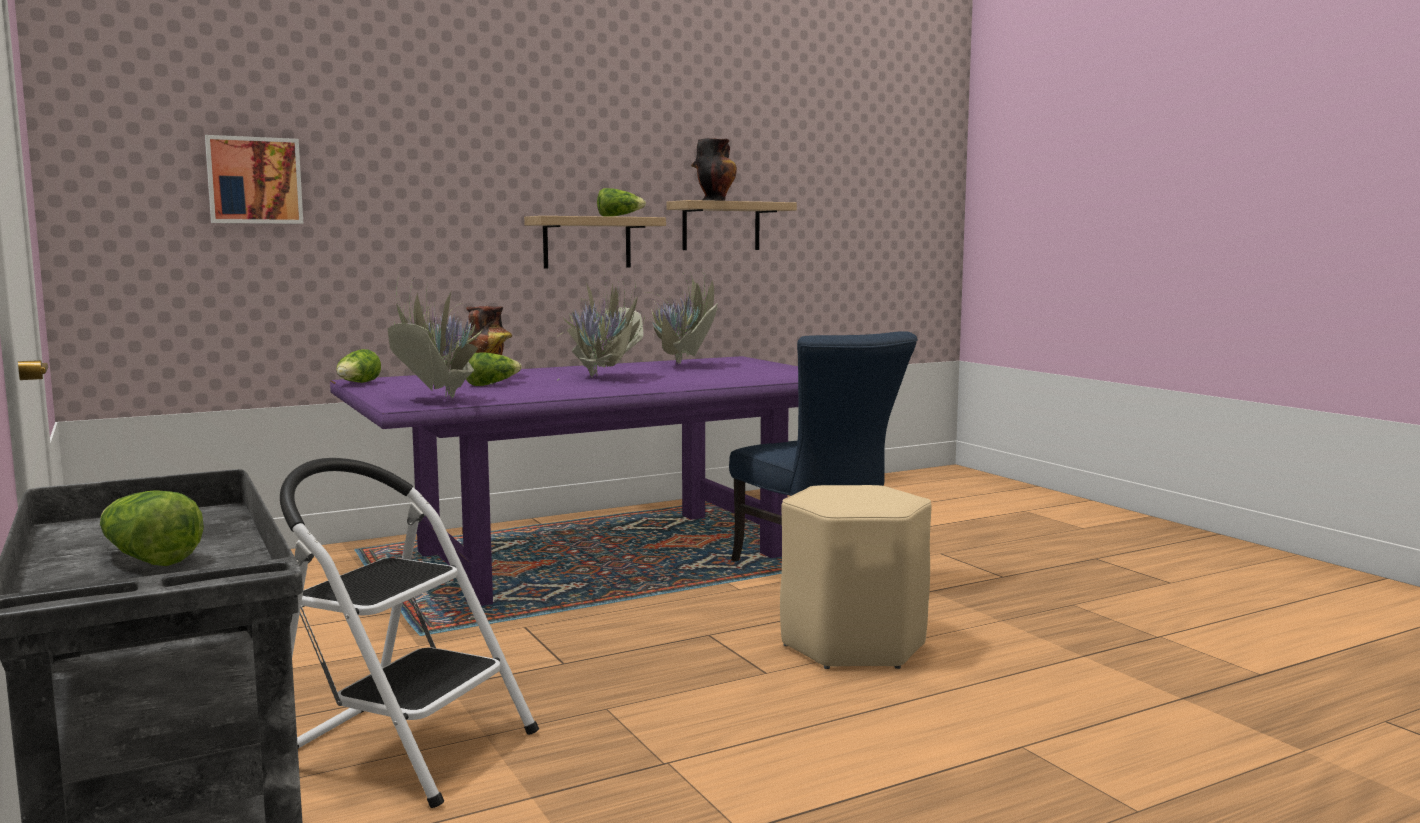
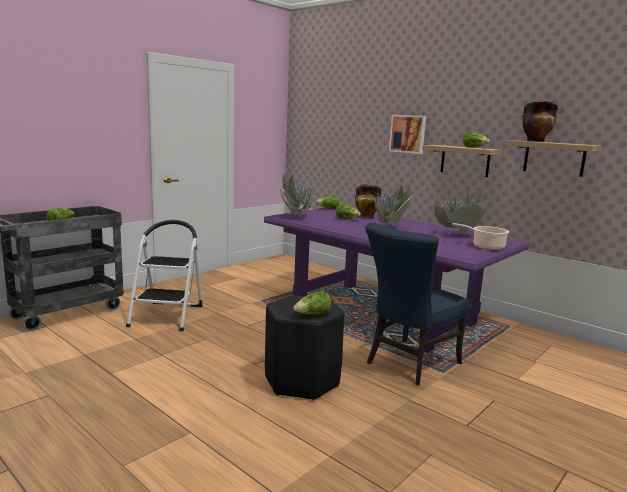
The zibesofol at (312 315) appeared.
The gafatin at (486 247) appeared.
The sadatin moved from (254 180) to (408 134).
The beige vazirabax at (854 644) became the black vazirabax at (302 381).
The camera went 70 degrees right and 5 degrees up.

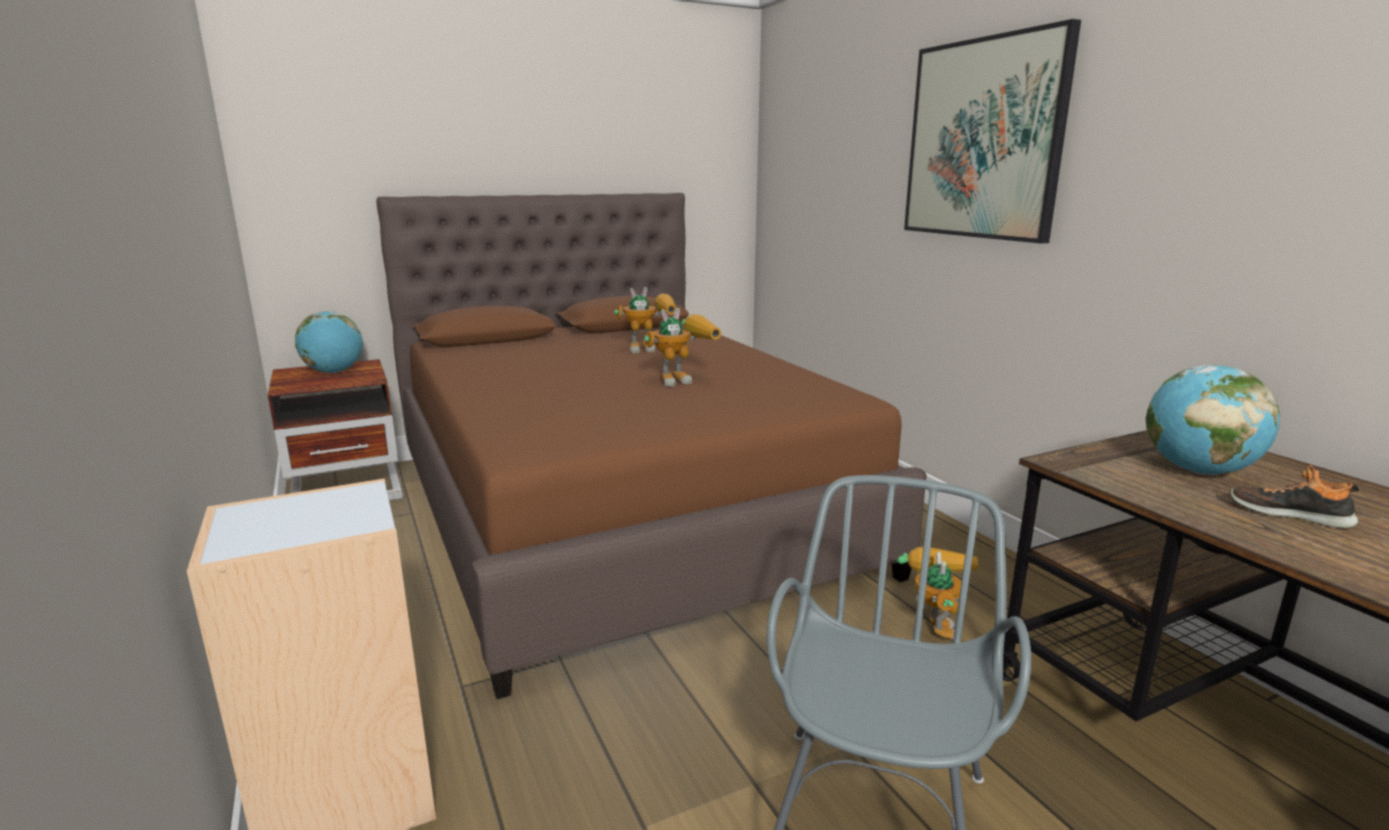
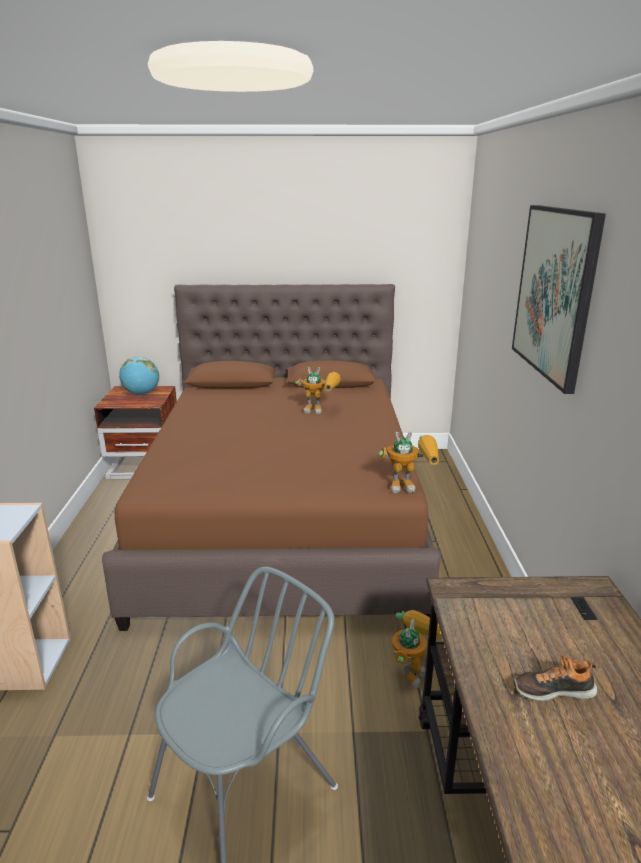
The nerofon at (1198 471) disappeared.
The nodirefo moved from (683 379) to (411 486).
The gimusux at (1289 514) turned 60 degrees counterclockwise.
The camera went 25 degrees right and 5 degrees up.

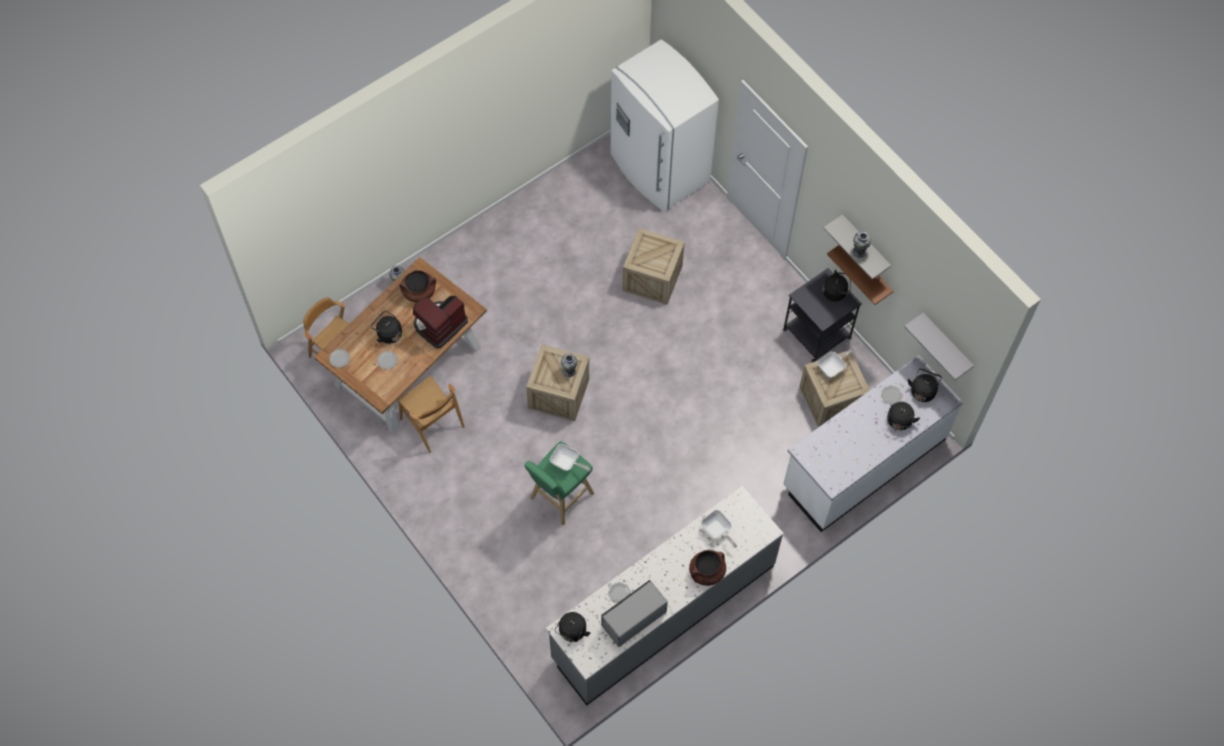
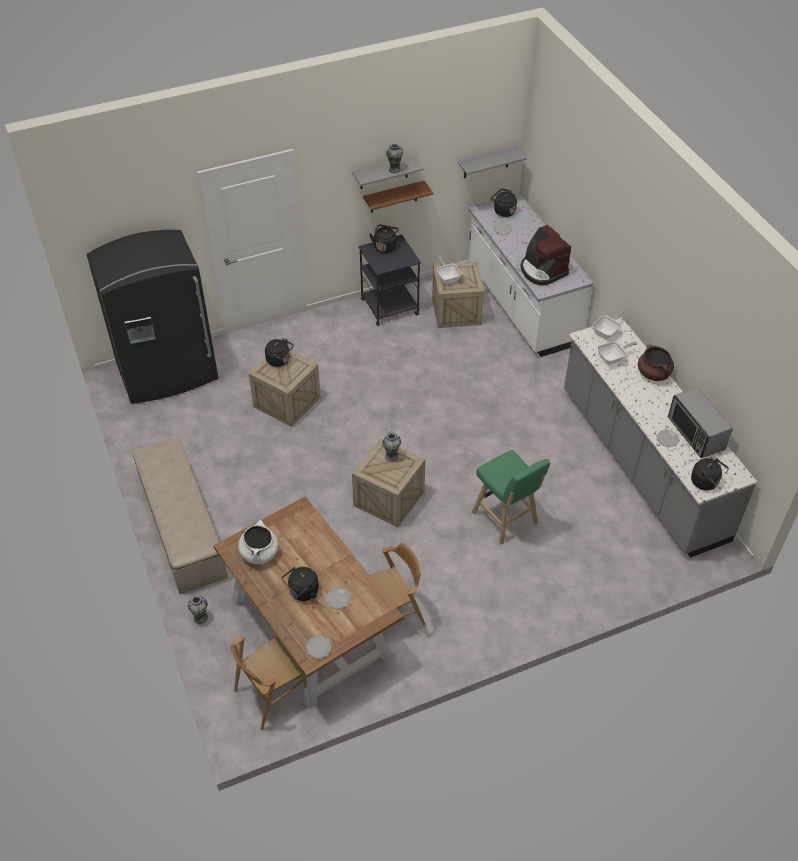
The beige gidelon at (181 526) appeared.
The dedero moved from (439 325) to (542 270).
The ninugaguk moved from (567 463) to (607 332).
The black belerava moved from (899 422) to (279 360).
The brown gafatin at (419 292) became the white gafatin at (259 553).
The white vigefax at (658 169) became the black vigefax at (168 374).
The camera went 75 degrees left and 15 degrees down.

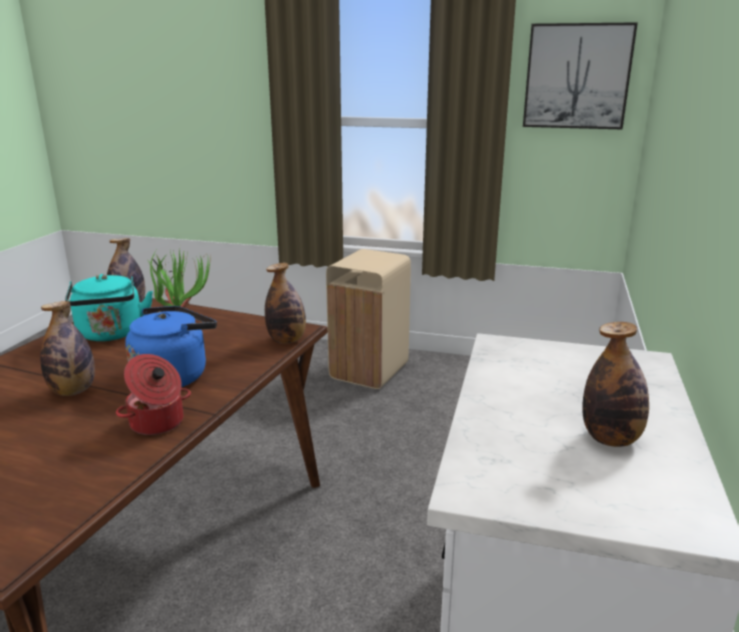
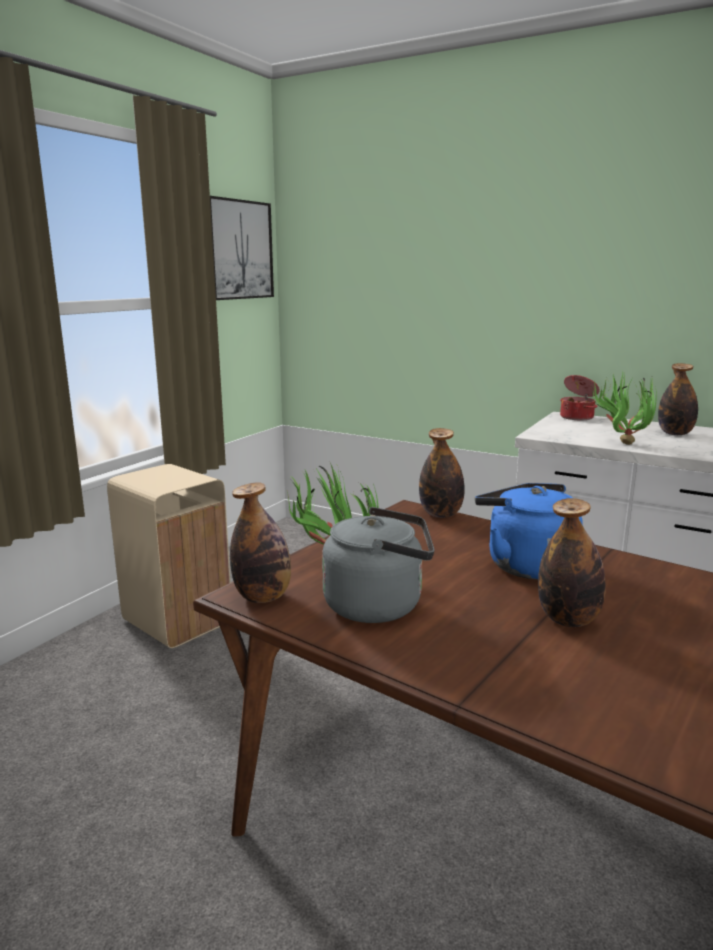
The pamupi at (621 442) appeared.
The gafatin moved from (157 423) to (577 417).
The turquoise belerava at (111 334) became the grey belerava at (379 605).
The camera went 75 degrees left and 5 degrees down.

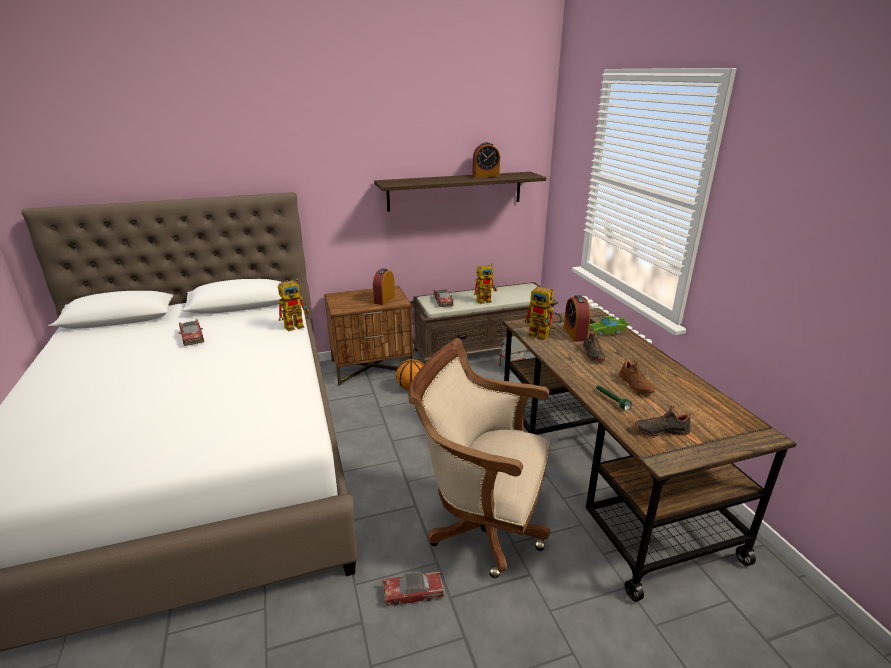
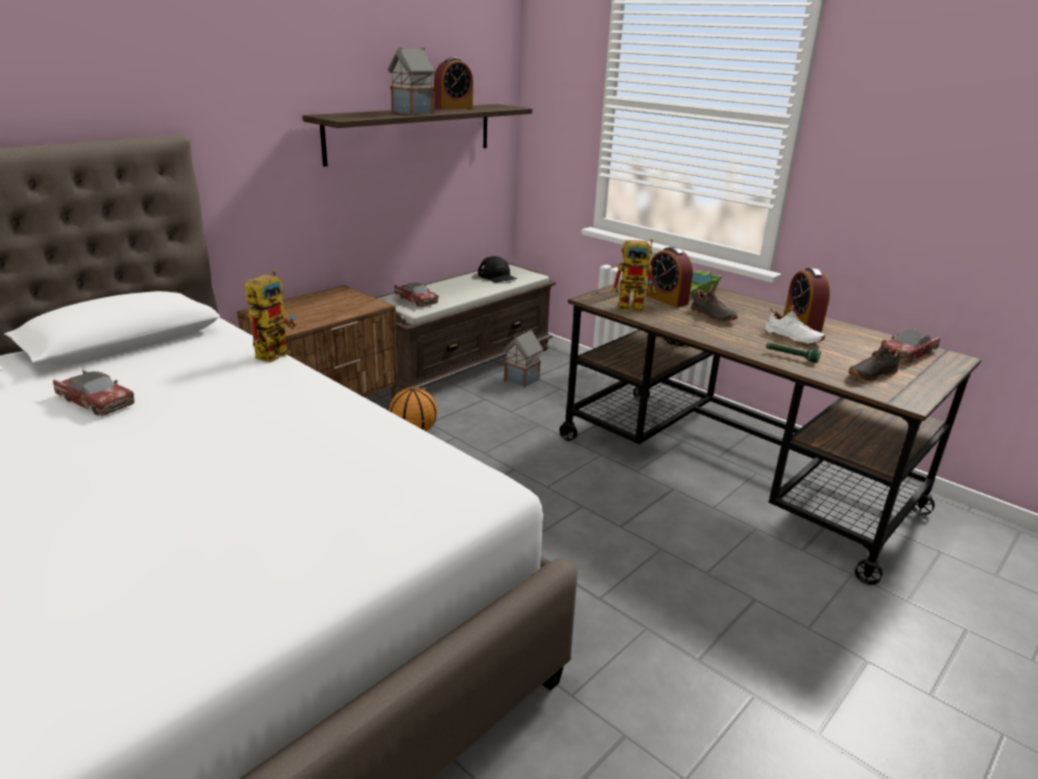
The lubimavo at (480 529) disappeared.
The nodirefo at (486 300) disappeared.
The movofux at (412 112) appeared.
The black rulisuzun at (497 276) appeared.
The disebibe moved from (384 299) to (802 324).
The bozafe moved from (413 593) to (907 353).
The brown gimusux at (634 385) became the white gimusux at (792 338).
The camera went 30 degrees left and 0 degrees up.

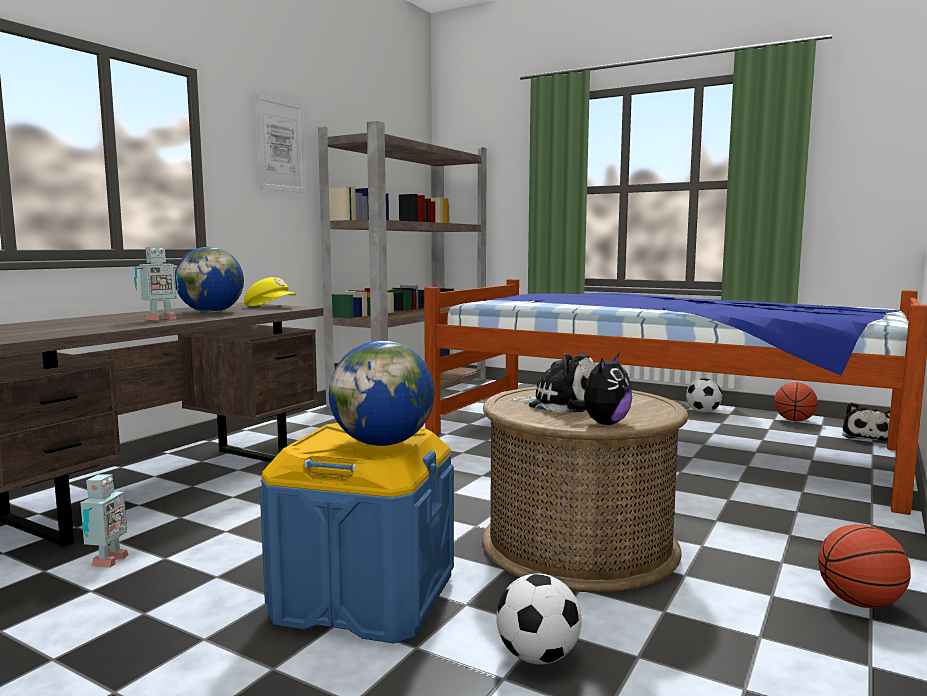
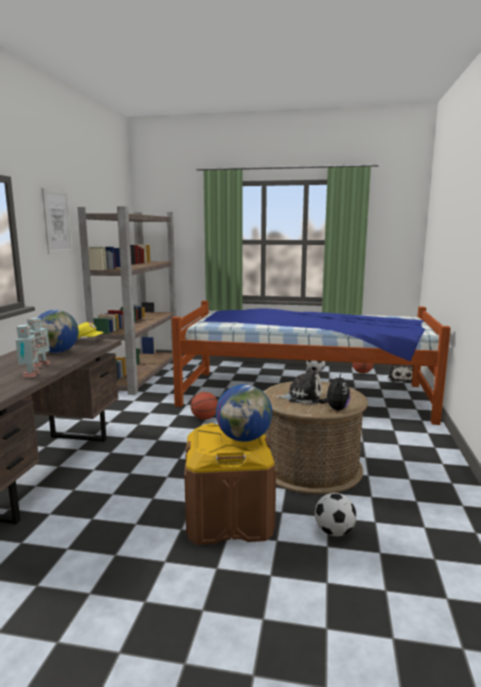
The nodirefo moved from (107 561) to (29 375).
The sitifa moved from (859 602) to (204 418).
The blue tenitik at (365 597) became the brown tenitik at (229 518).
The camera went 20 degrees left and 5 degrees up.

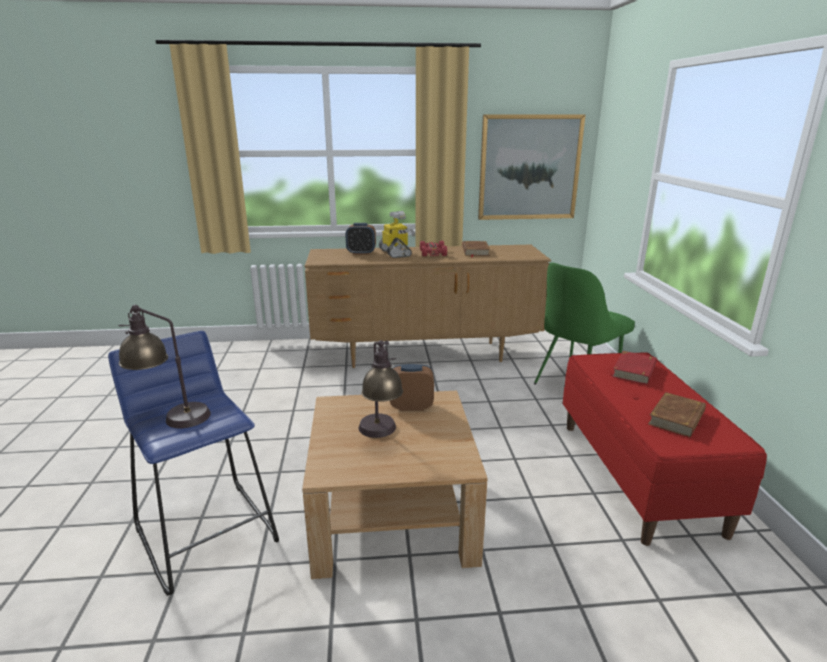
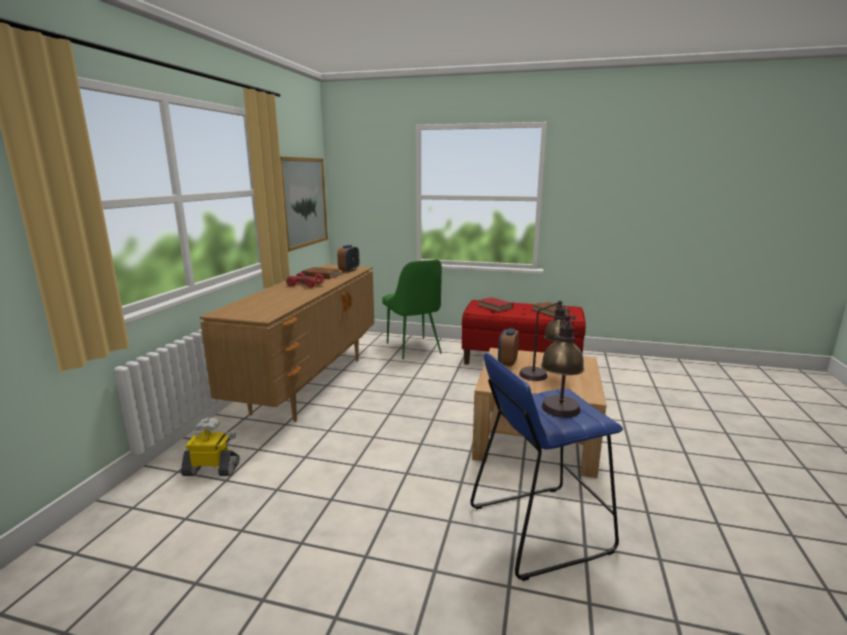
The disebibe moved from (361 253) to (349 270).
The nodirefo moved from (396 253) to (212 469).
The camera went 70 degrees left and 5 degrees down.

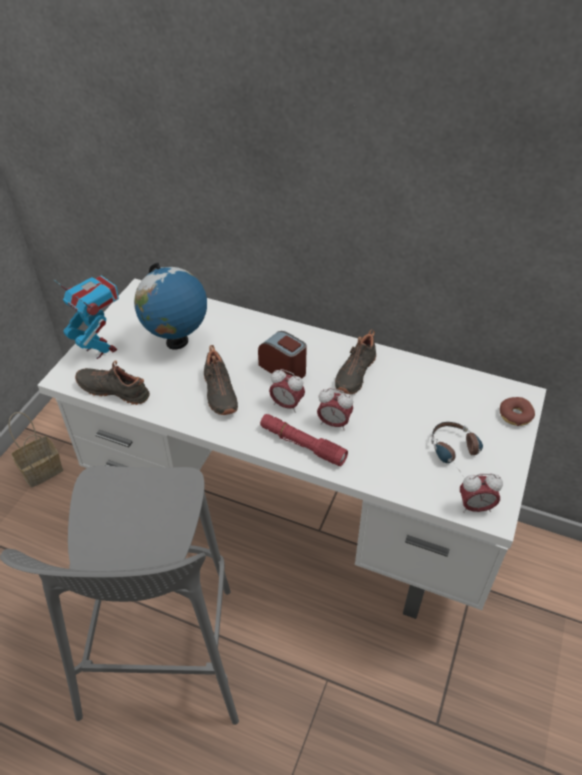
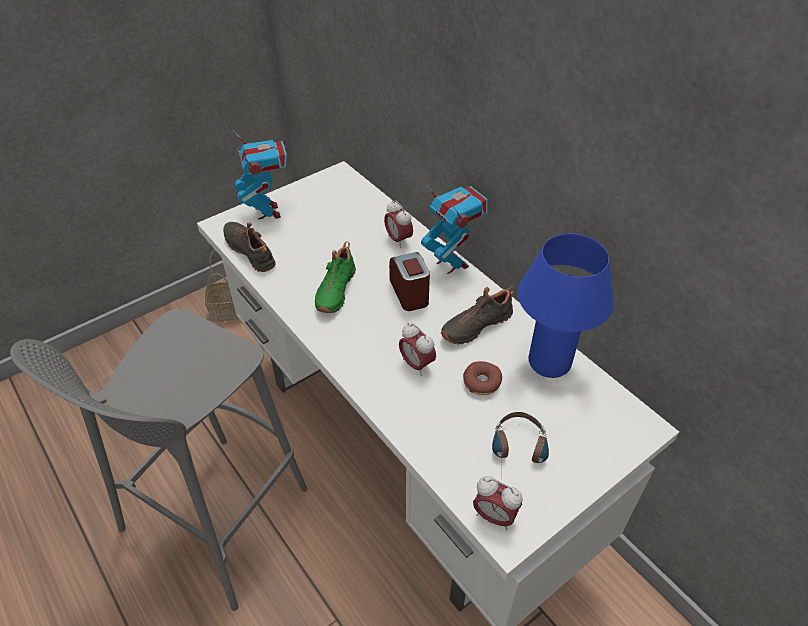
The nerofon at (177 342) disappeared.
The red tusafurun at (302 444) disappeared.
The nodirefo at (451 263) appeared.
The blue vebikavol at (549 362) appeared.
The disebibe moved from (286 405) to (398 240).
The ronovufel moved from (515 415) to (481 382).
The black gimusux at (218 392) became the green gimusux at (334 290).
The camera went 30 degrees right and 0 degrees up.

